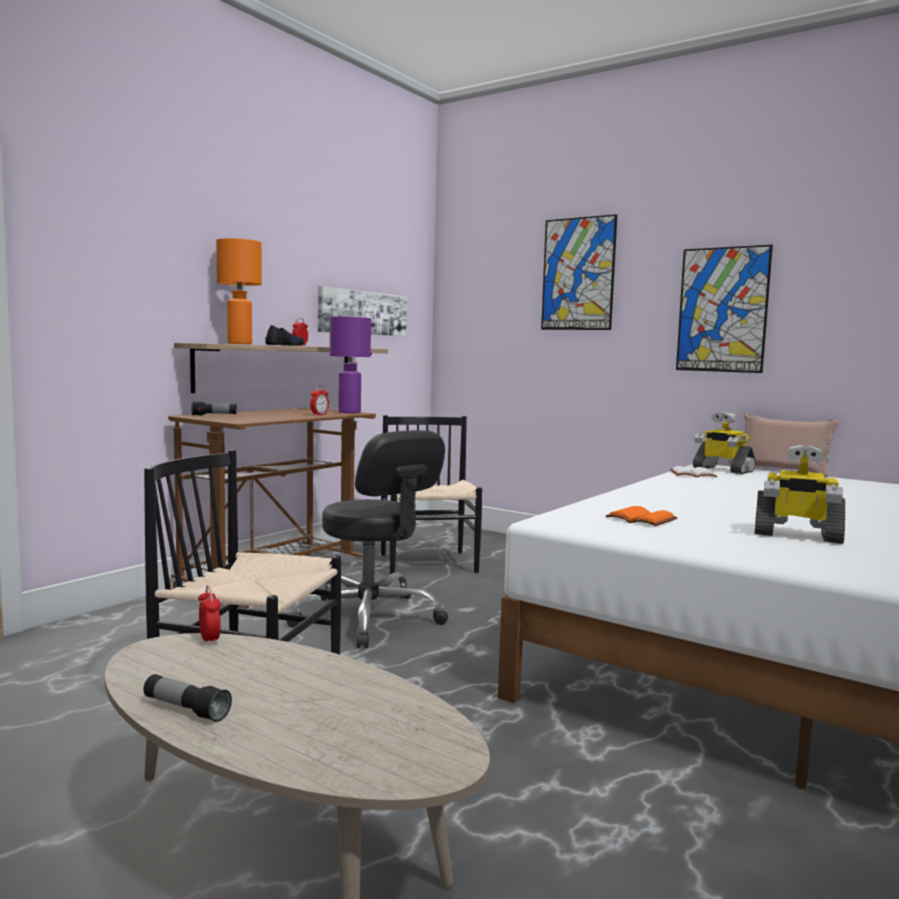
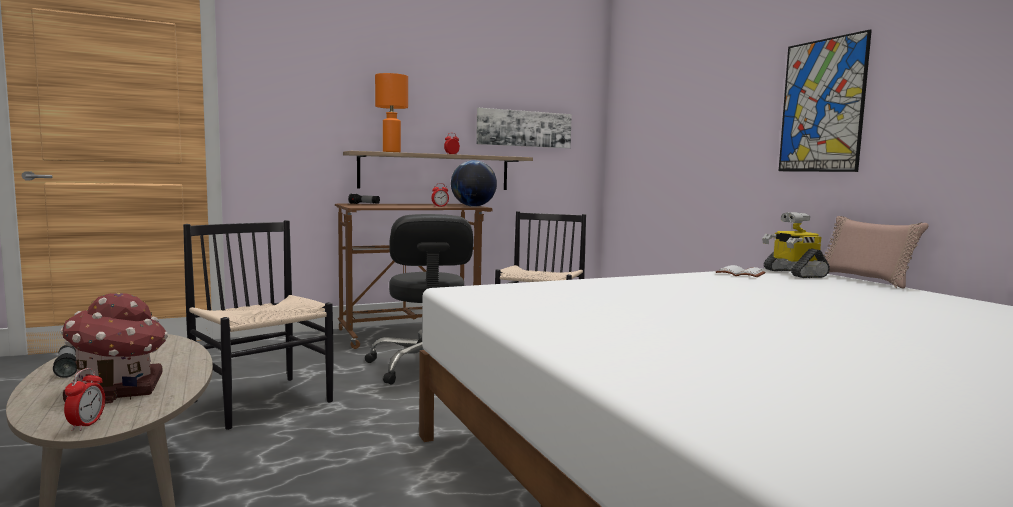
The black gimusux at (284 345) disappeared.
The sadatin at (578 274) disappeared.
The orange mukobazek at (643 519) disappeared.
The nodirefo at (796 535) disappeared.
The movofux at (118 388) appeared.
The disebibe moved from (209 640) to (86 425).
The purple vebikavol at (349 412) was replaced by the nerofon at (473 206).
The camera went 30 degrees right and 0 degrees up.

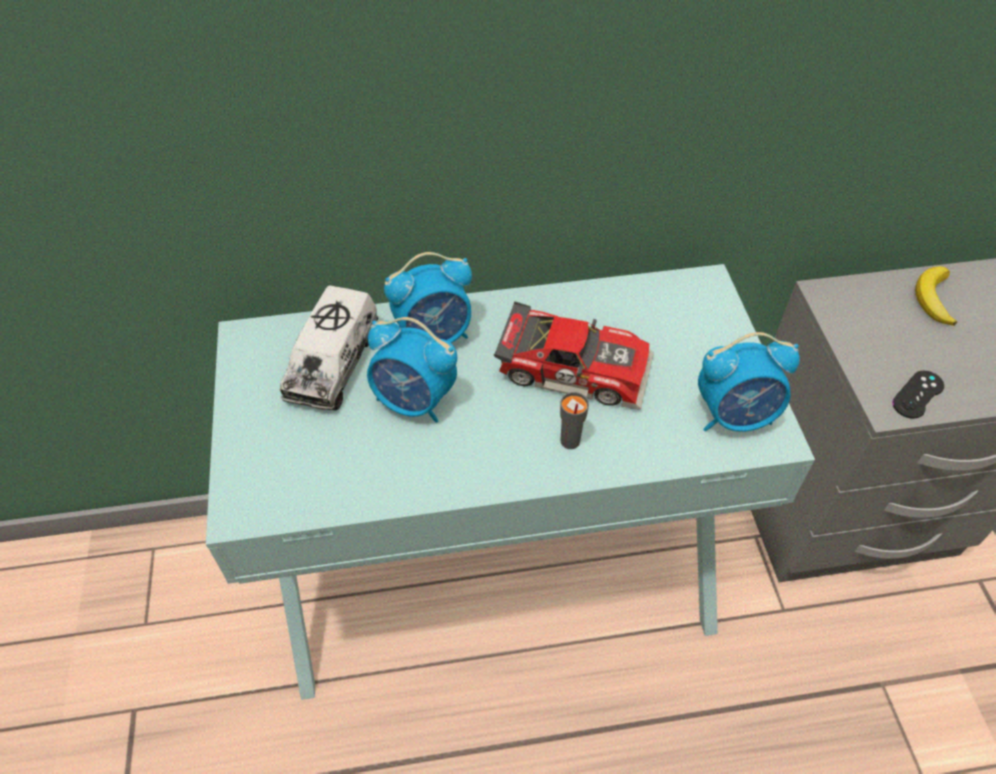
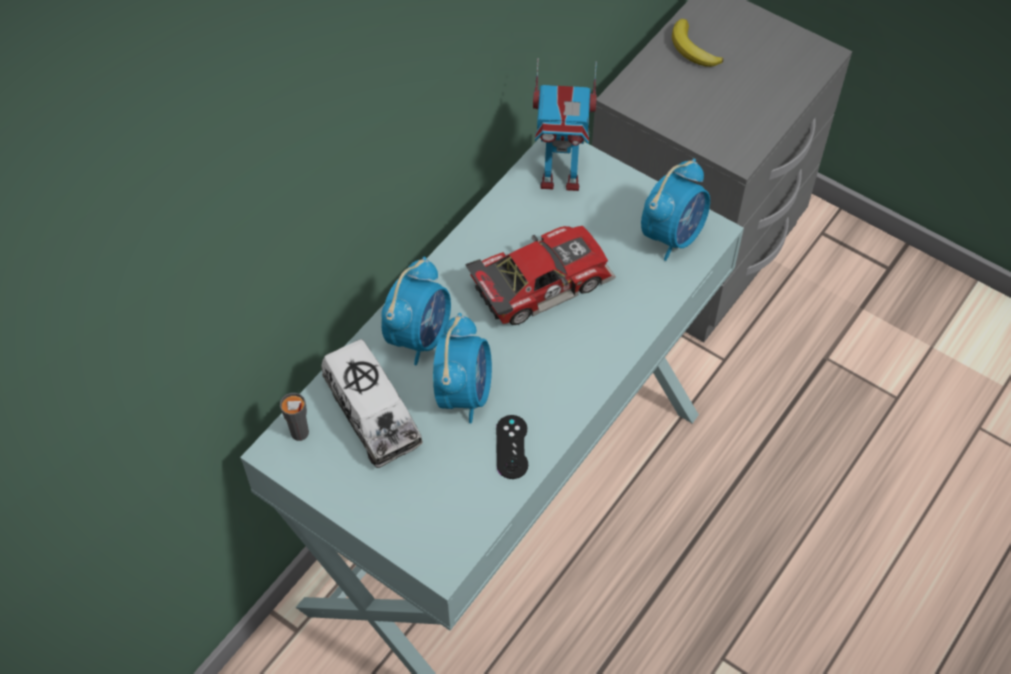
The nodirefo at (560 177) appeared.
The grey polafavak moved from (569 441) to (300 433).
The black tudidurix moved from (918 394) to (512 447).
The disebibe at (414 402) turned 60 degrees counterclockwise.
The camera went 45 degrees left and 5 degrees up.

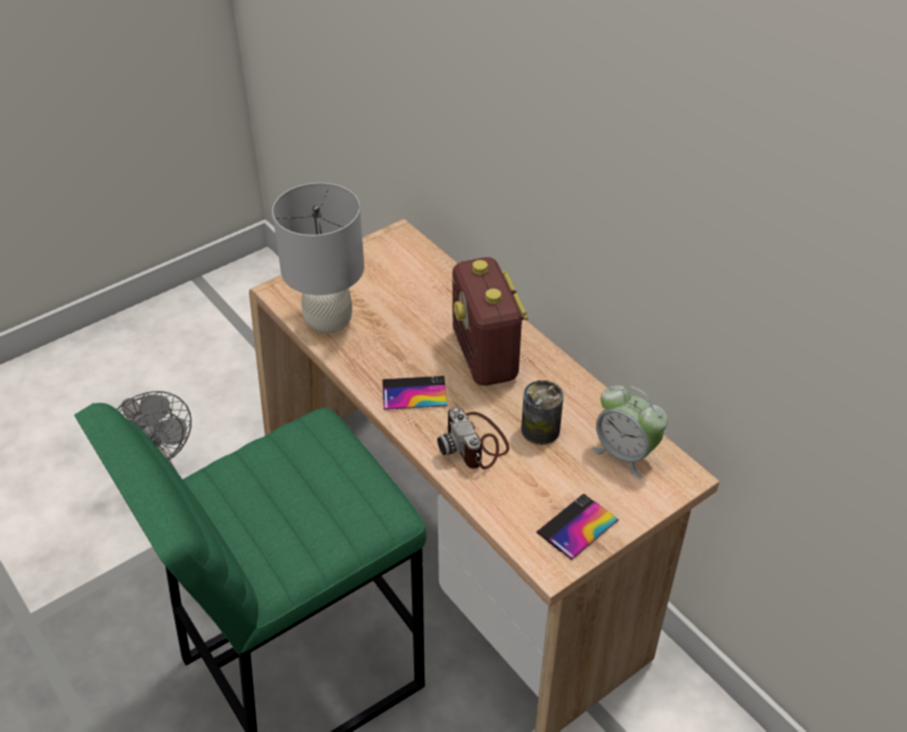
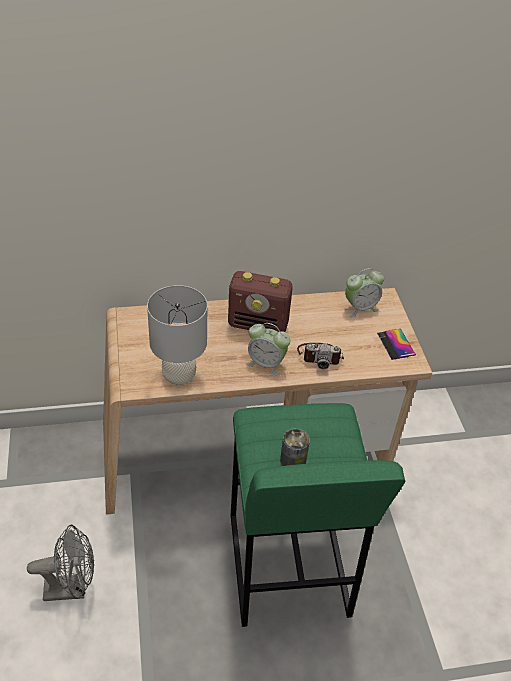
The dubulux moved from (540 430) to (293 460).
The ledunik at (414 393) was replaced by the disebibe at (266 363).
The camera went 65 degrees left and 0 degrees up.

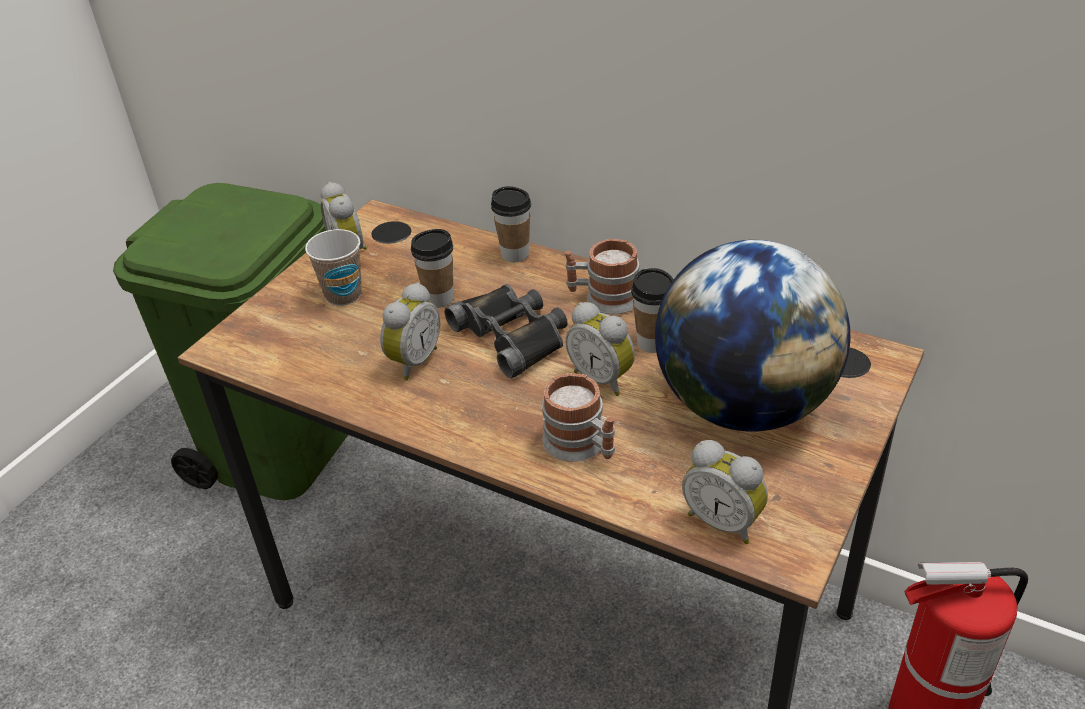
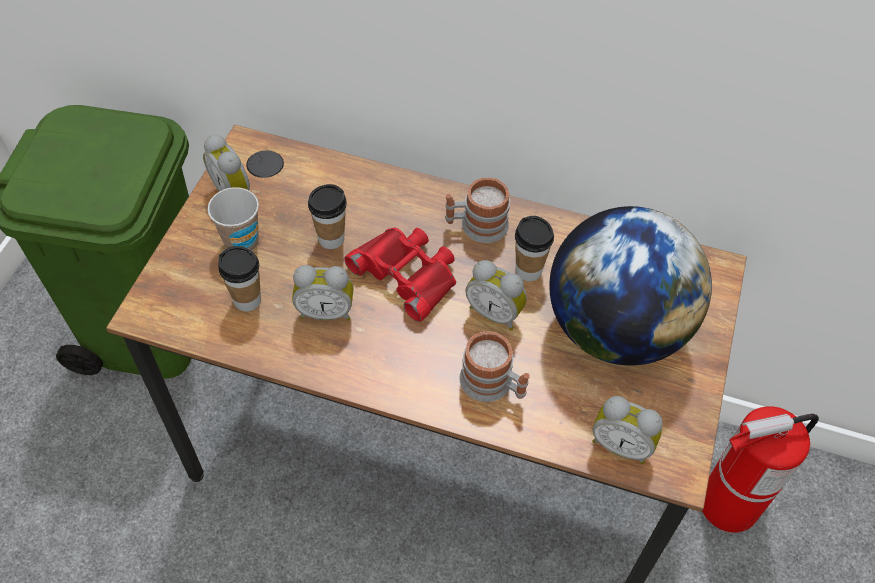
The polafavak moved from (515 254) to (247 300).
The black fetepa at (513 335) became the red fetepa at (407 274).
The disebibe at (412 361) turned 75 degrees clockwise.
The camera went 15 degrees left and 15 degrees up.

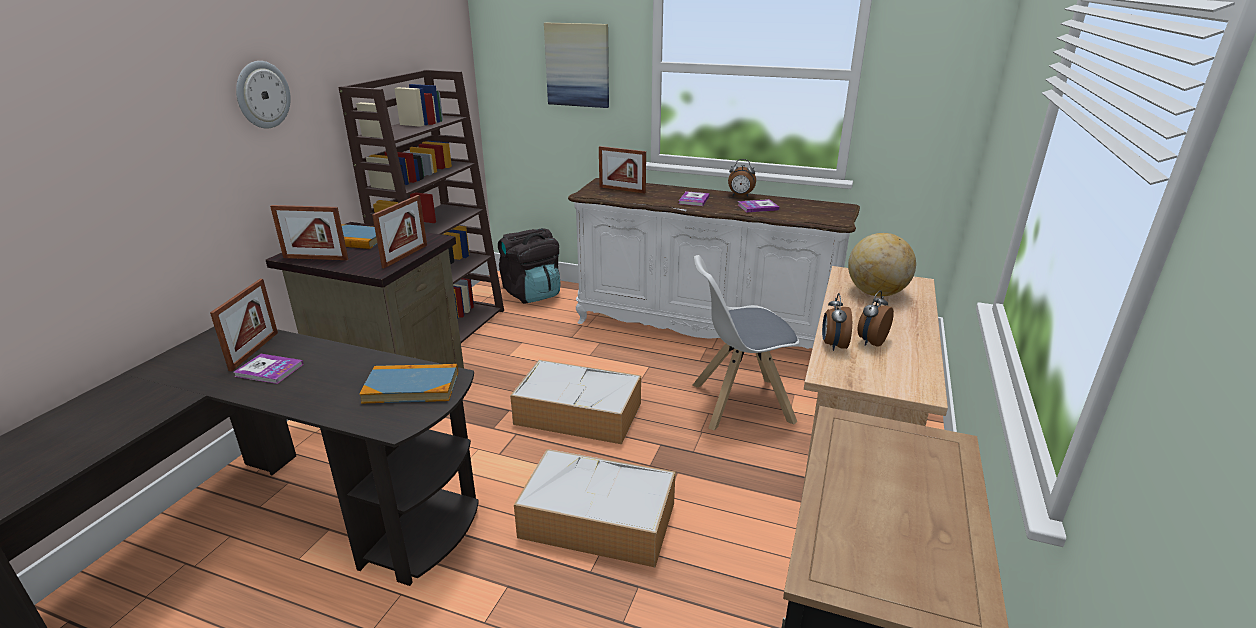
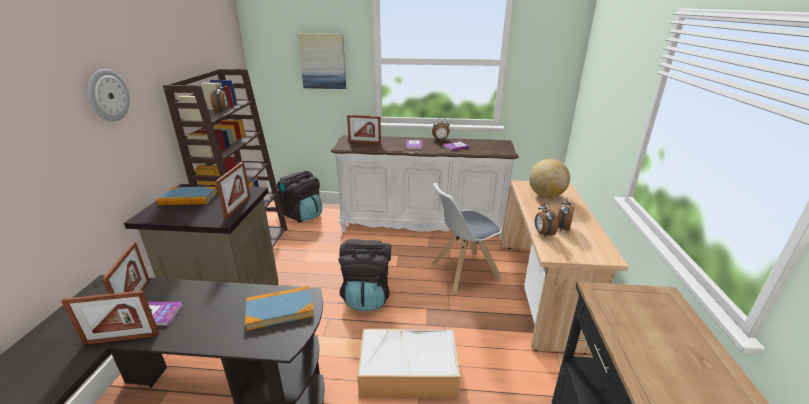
The disebibe at (222 111) appeared.
The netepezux moved from (315 258) to (122 339).
The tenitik at (580 413) was replaced by the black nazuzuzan at (367 296).
The camera went 15 degrees left and 0 degrees up.

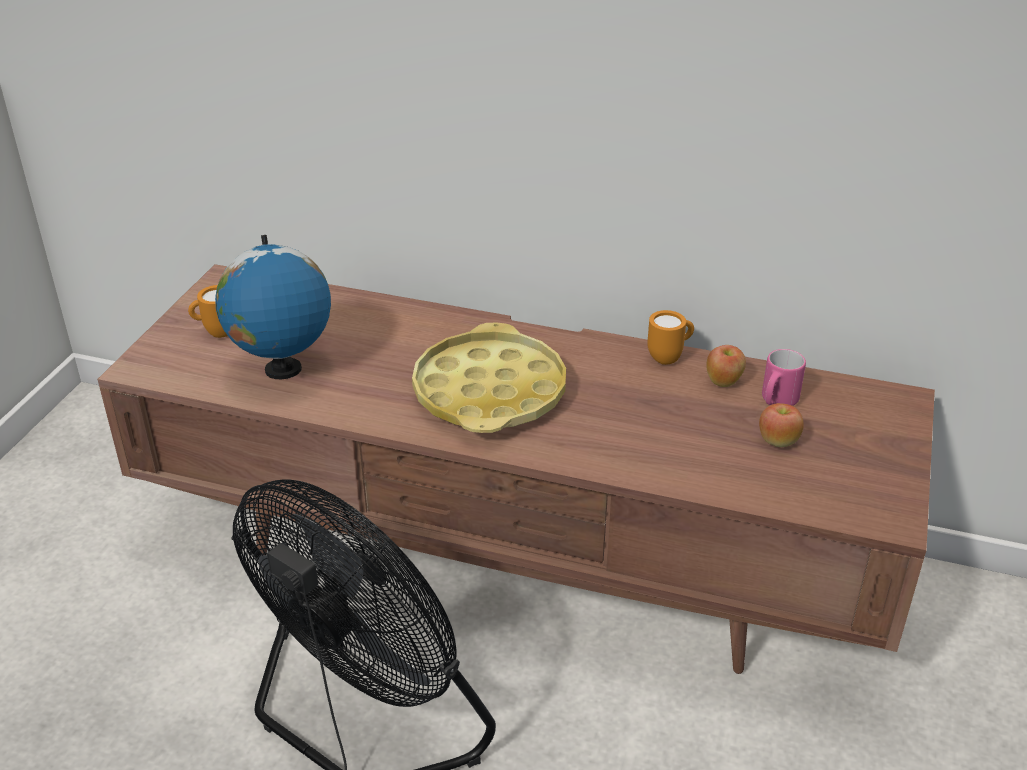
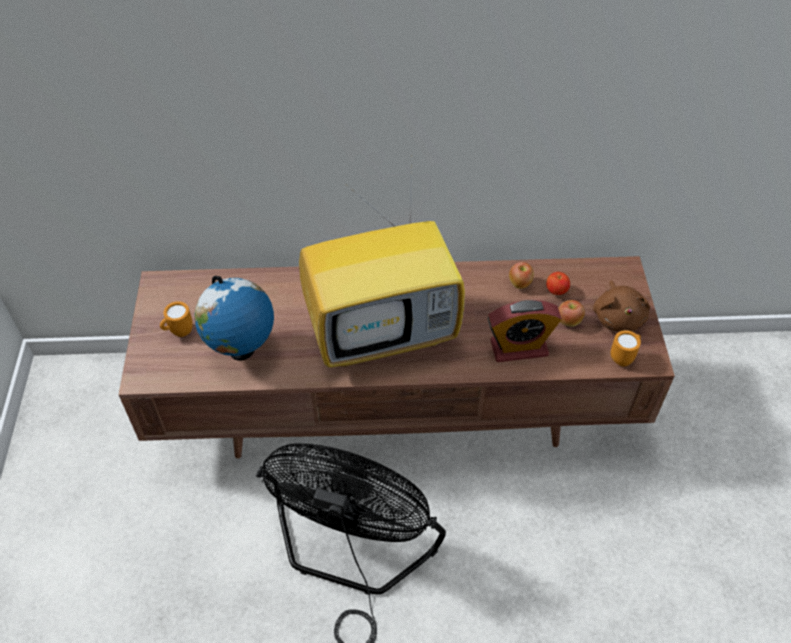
The disebibe at (519 348) appeared.
The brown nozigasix at (618 317) appeared.
The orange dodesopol moved from (669 357) to (623 358).
The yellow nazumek at (490 392) was replaced by the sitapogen at (384 331).
The pink dodesopol at (776 402) was replaced by the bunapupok at (556 291).
The camera went 20 degrees left and 15 degrees up.

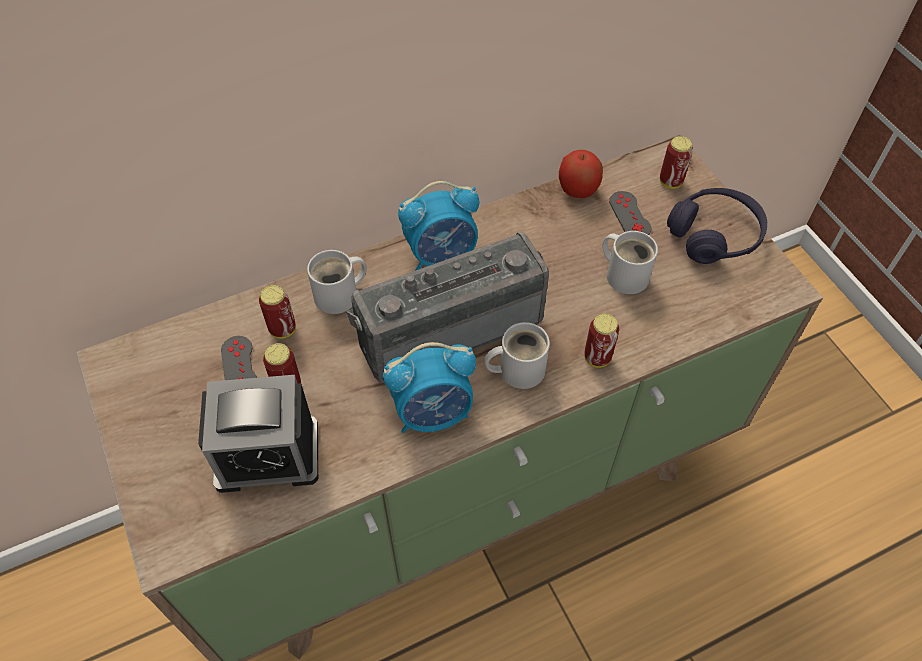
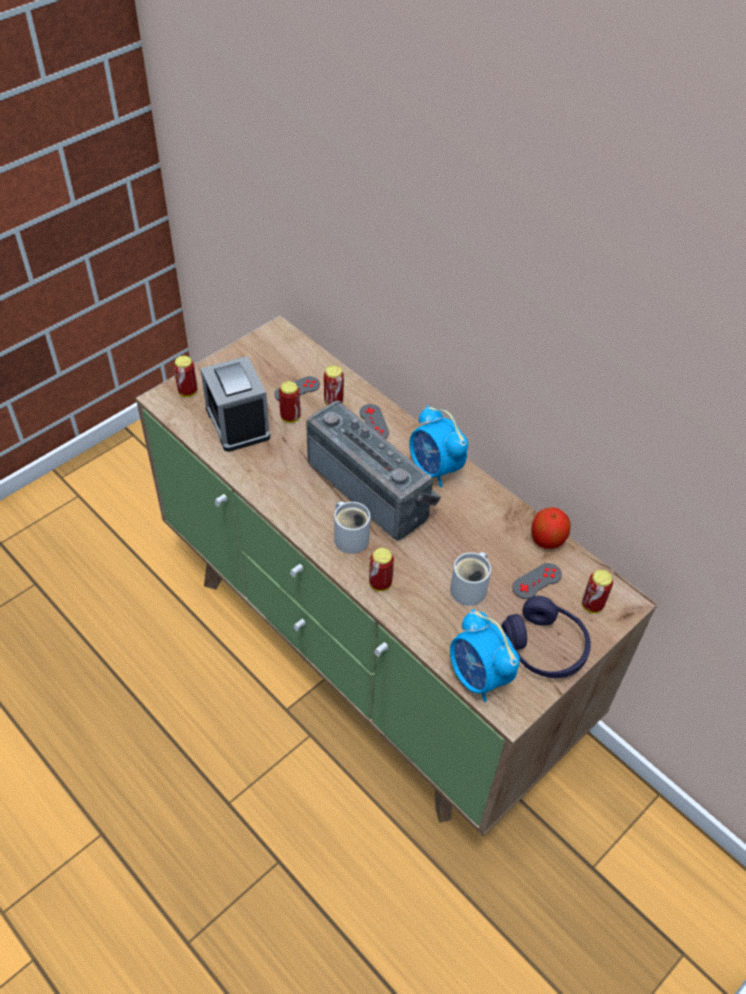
The dubulux at (188 392) appeared.
The disebibe moved from (433 413) to (478 677).
The white dodesopol at (340 295) was replaced by the grey tudidurix at (374 423).
The camera went 70 degrees right and 5 degrees down.

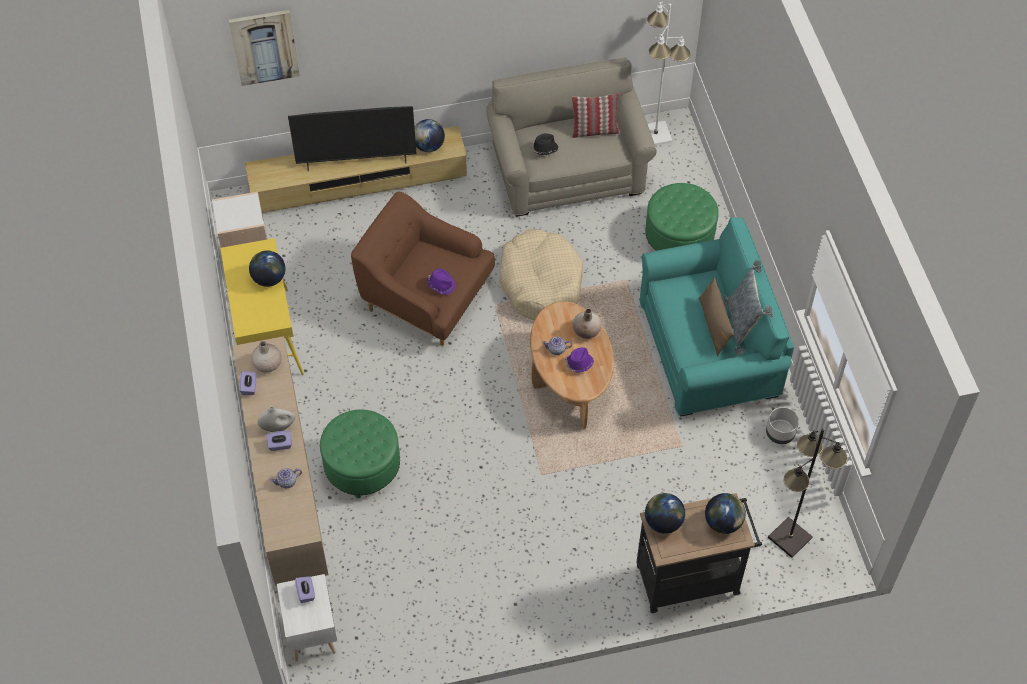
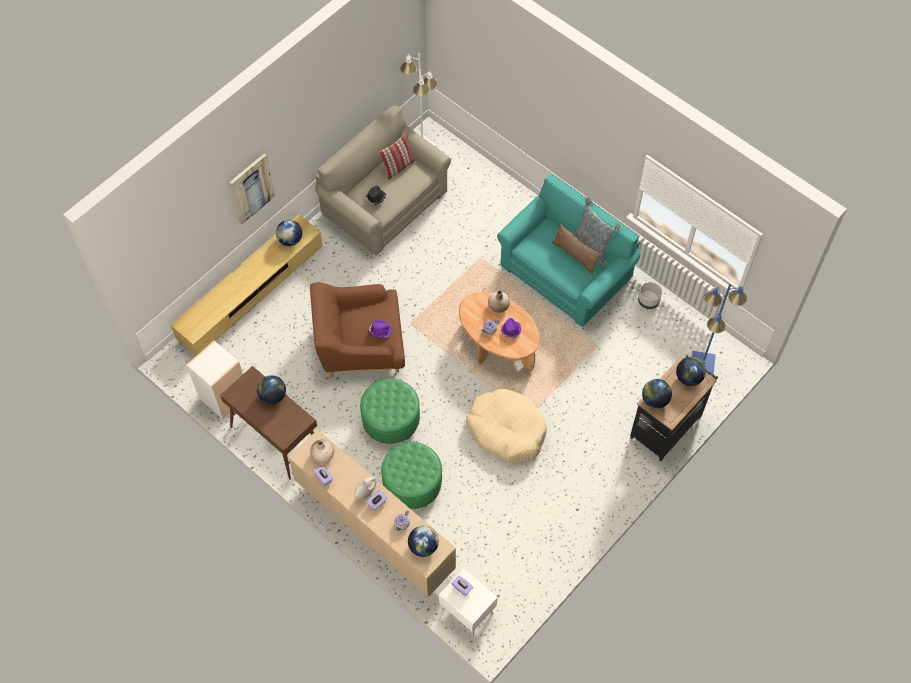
The sitapogen at (356 161) disappeared.
The nerofon at (423 546) appeared.
The sadatin moved from (264 47) to (251 188).
The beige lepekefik moved from (540 282) to (506 430).
The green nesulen moved from (679 238) to (391 421).
The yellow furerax at (266 336) became the brown furerax at (276 437).
The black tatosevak at (789 538) became the blue tatosevak at (703 363).
The camera went 35 degrees left and 5 degrees up.

